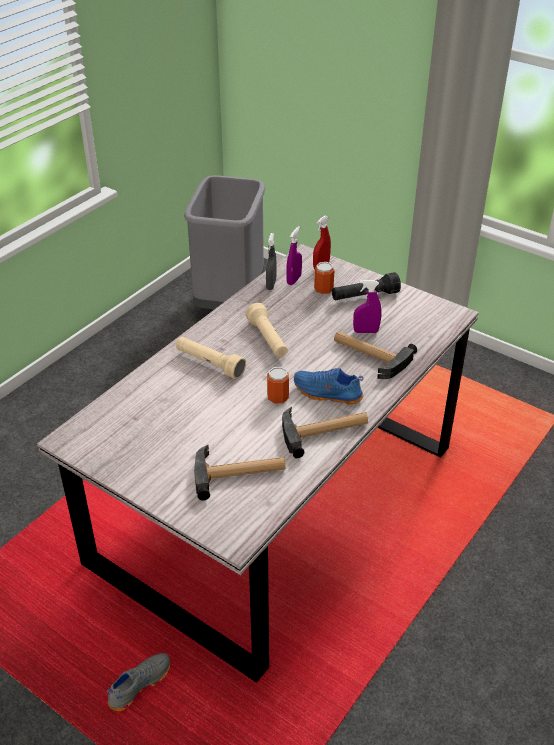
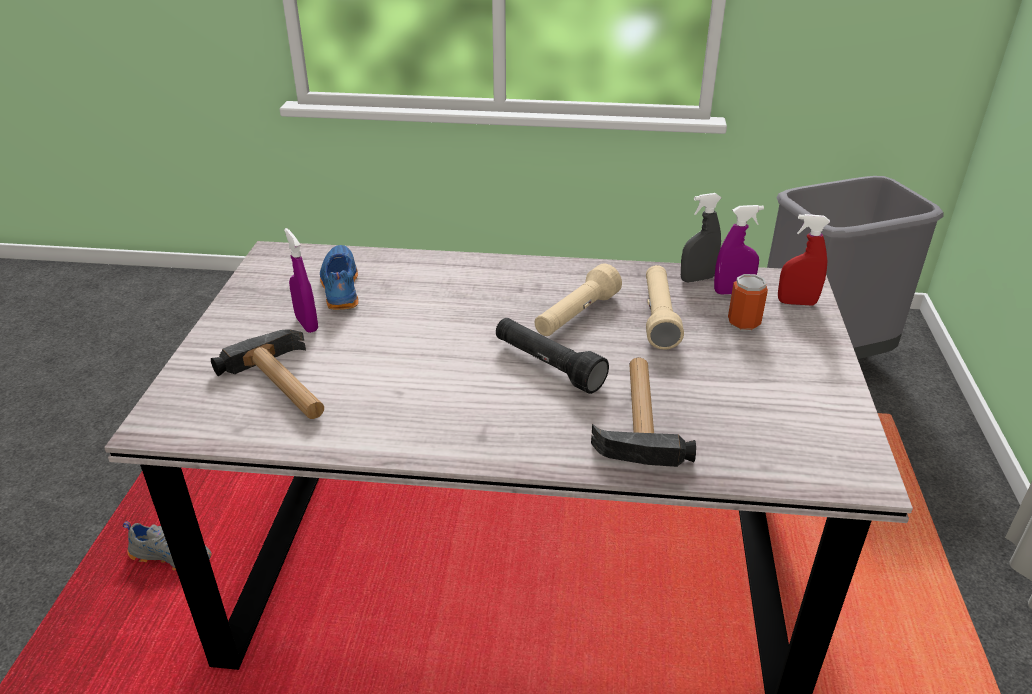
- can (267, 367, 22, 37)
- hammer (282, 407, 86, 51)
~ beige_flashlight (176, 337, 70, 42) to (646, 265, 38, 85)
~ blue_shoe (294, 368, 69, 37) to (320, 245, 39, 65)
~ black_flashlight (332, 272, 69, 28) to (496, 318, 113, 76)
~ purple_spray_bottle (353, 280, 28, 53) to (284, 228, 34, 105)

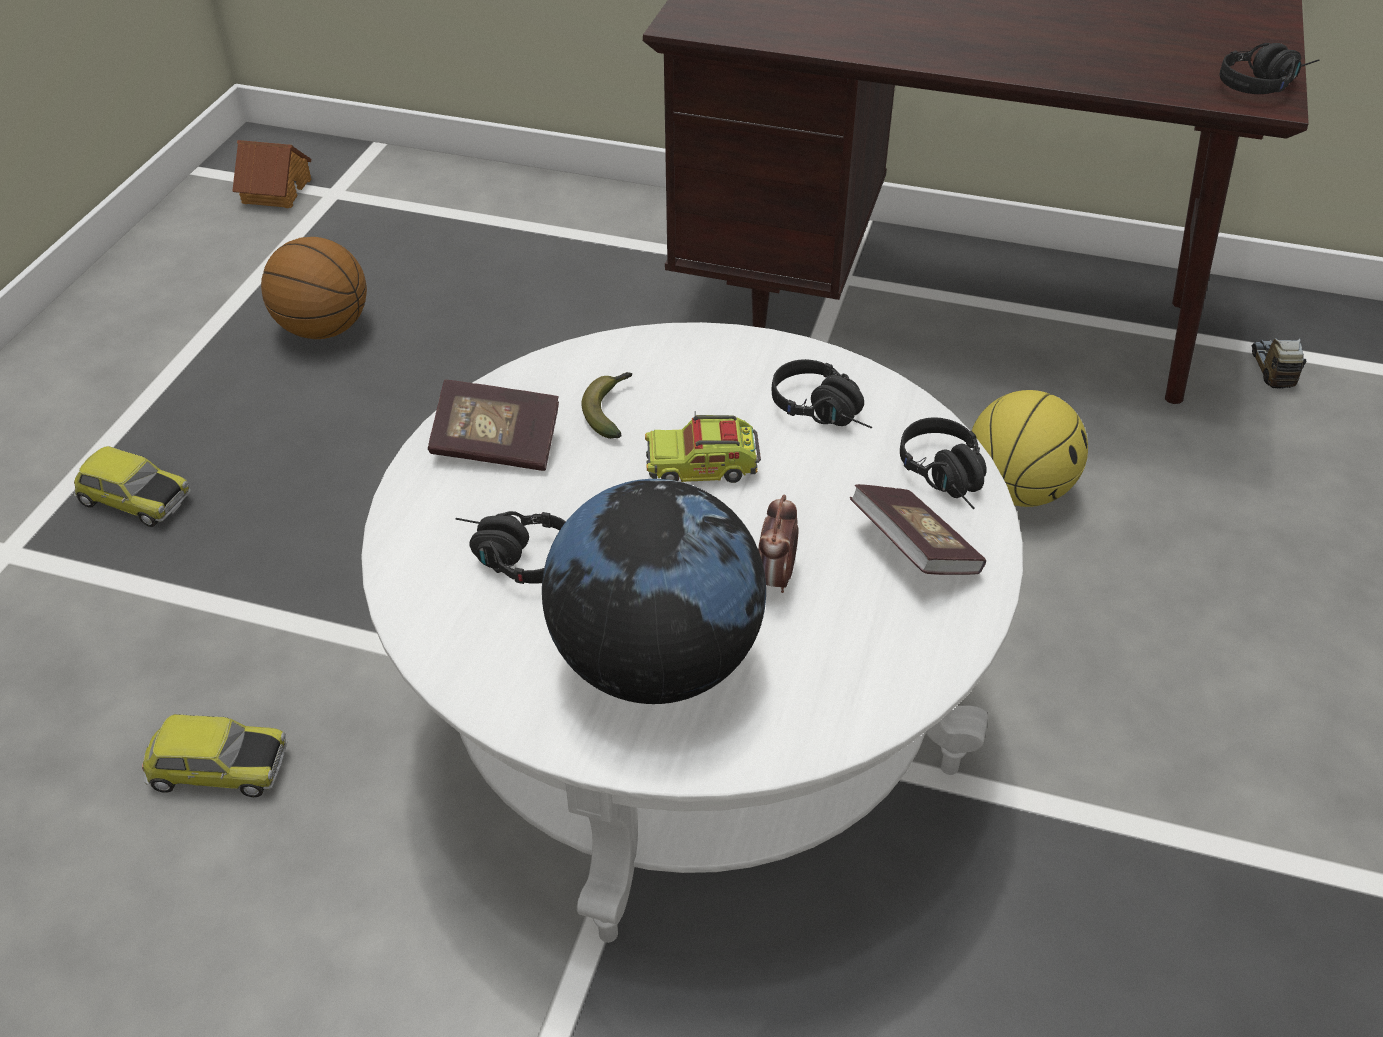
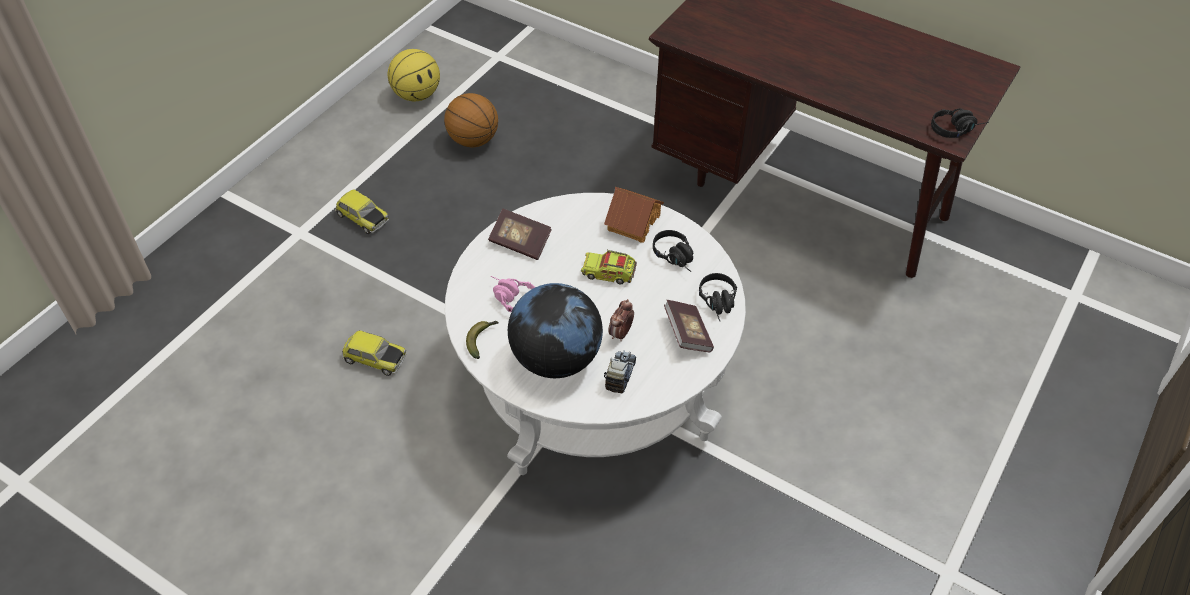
~ toy_house (232, 140, 80, 68) to (604, 187, 60, 56)
~ banana (581, 372, 51, 67) to (466, 321, 33, 38)
~ basketball (972, 390, 116, 117) to (388, 49, 52, 52)
~ toy_truck (1252, 338, 54, 51) to (604, 351, 32, 42)
~ black_headphones (456, 511, 110, 73) to pink_headphones (491, 276, 44, 36)

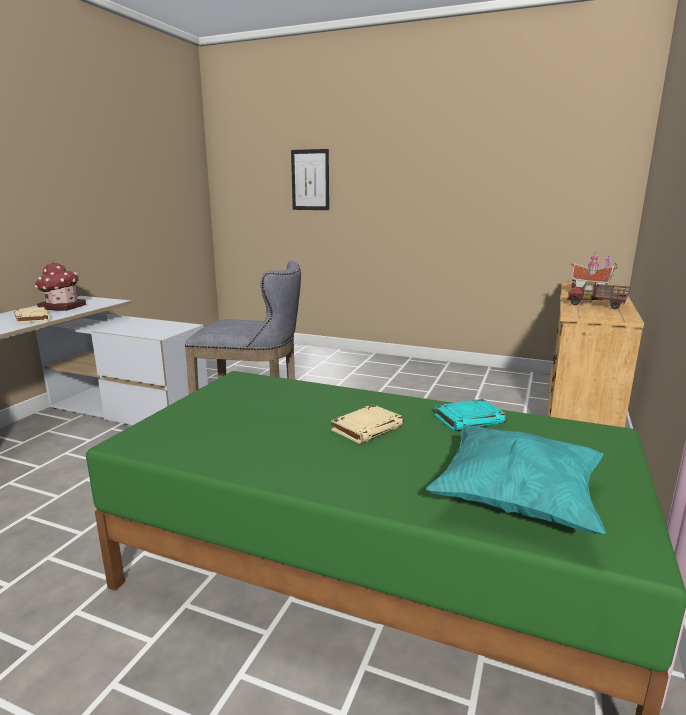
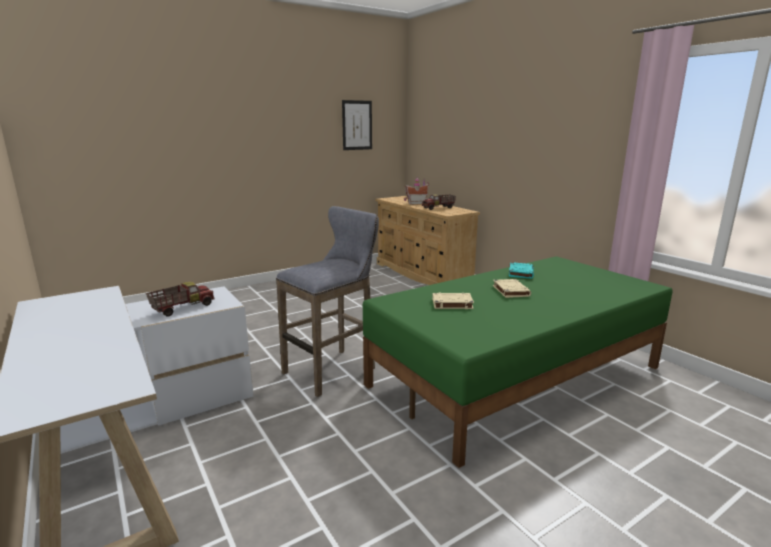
- toy_house (35, 262, 51, 49)
- turquoise_pillow (426, 425, 180, 109)
+ toy_truck (146, 282, 69, 34)
~ beige_book (14, 307, 36, 17) to (432, 293, 42, 16)
~ picture (291, 149, 38, 61) to (342, 100, 30, 50)

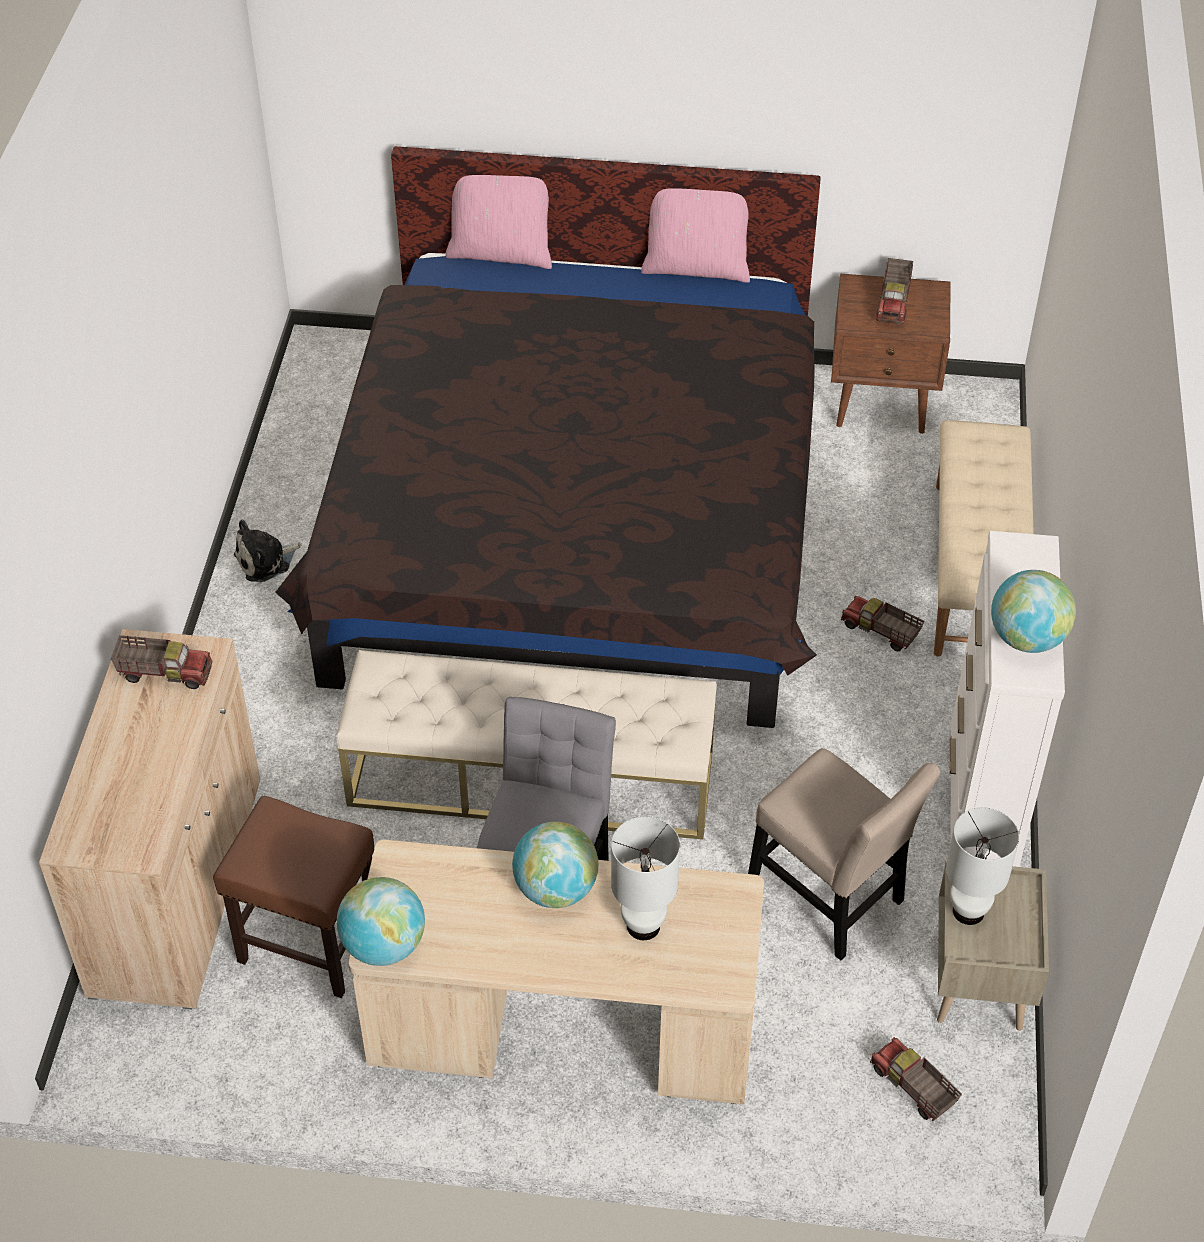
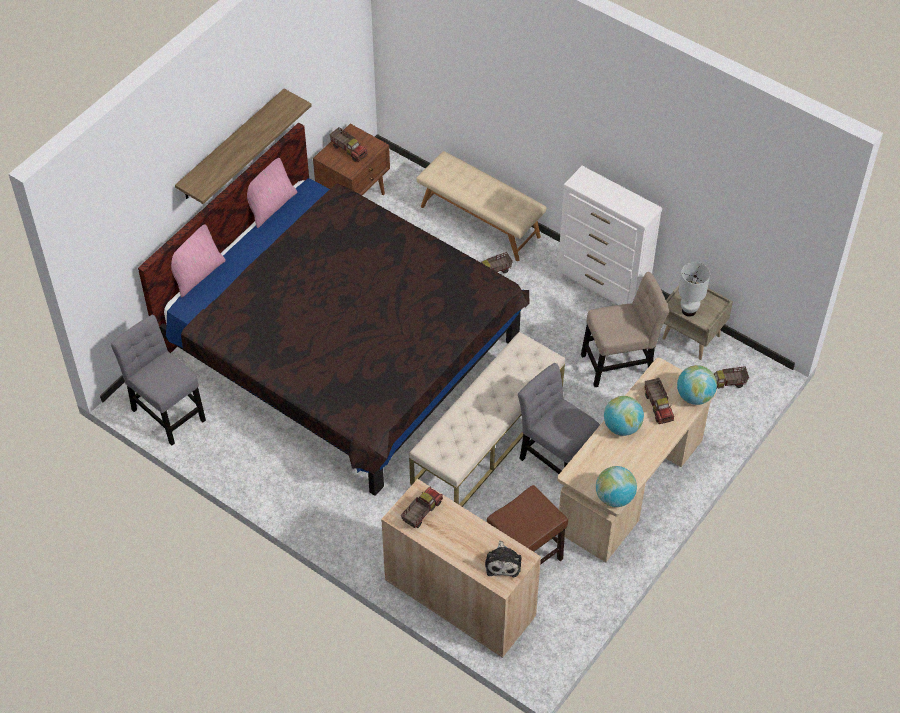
+ grey_chair (111, 315, 95, 131)
+ shelf (175, 89, 137, 115)
~ plush_toy (234, 519, 67, 63) to (485, 540, 37, 37)
~ globe (991, 570, 85, 83) to (677, 365, 40, 40)
~ white_table_lamp (611, 817, 69, 123) to toy_truck (645, 378, 29, 46)

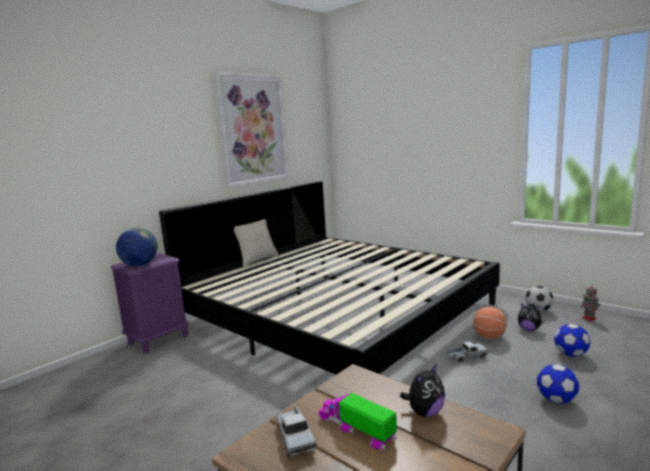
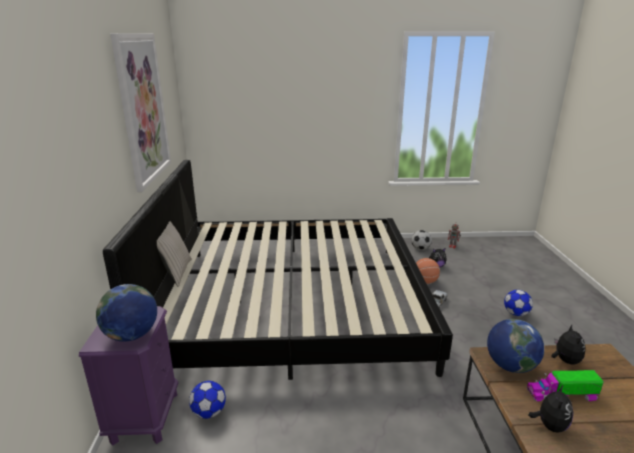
+ globe (487, 319, 58, 54)
~ football (554, 324, 36, 33) to (189, 381, 37, 38)
~ toy_truck (277, 404, 40, 53) to plush_toy (528, 385, 45, 48)

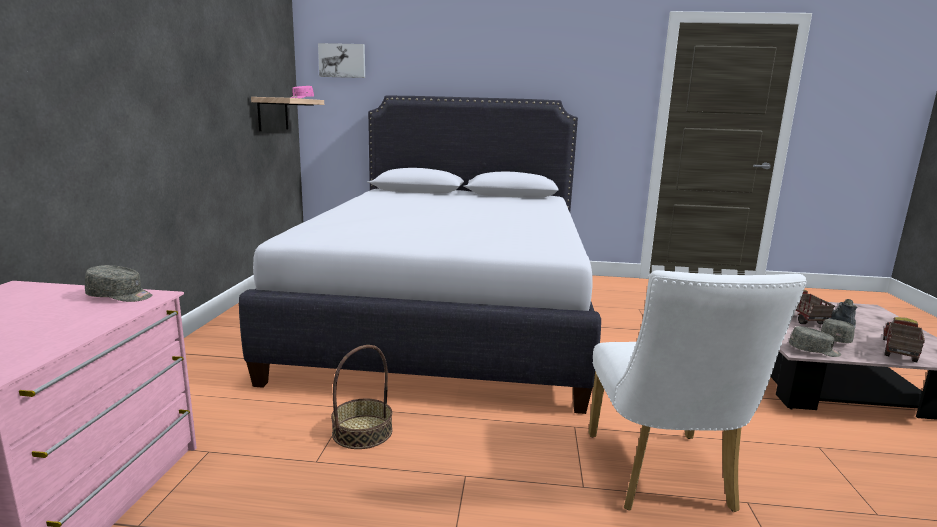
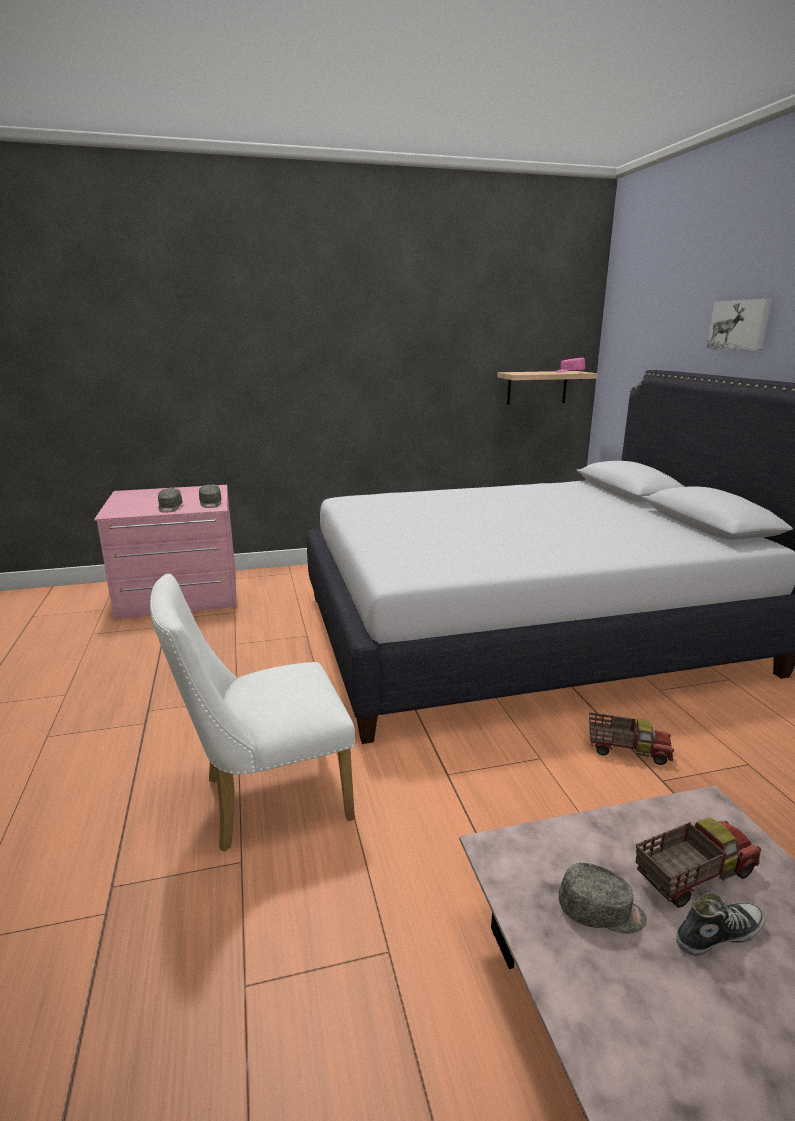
- basket (331, 345, 62, 104)
~ picture (318, 43, 47, 35) to (707, 299, 65, 52)
~ grey_cap (789, 326, 52, 31) to (158, 488, 25, 25)
~ toy_truck (883, 317, 42, 45) to (589, 712, 85, 53)

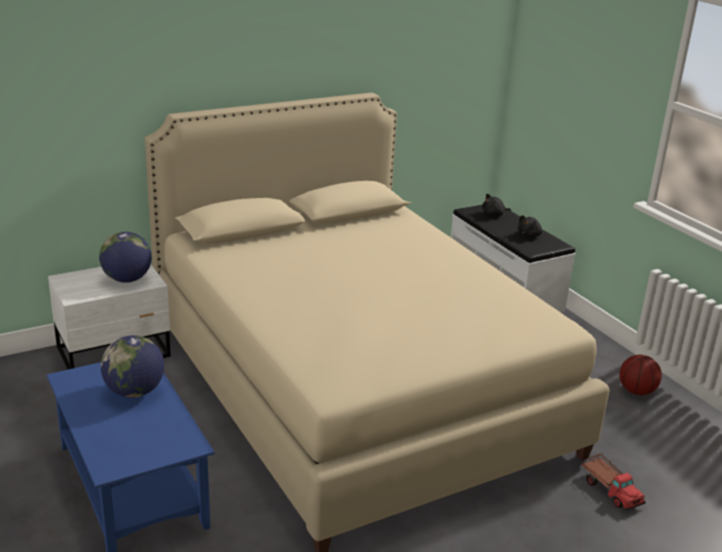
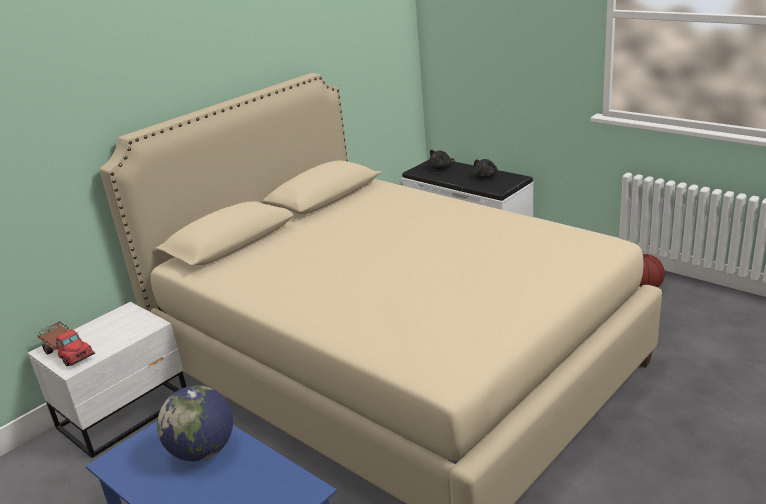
- globe (99, 232, 53, 51)
~ toy_truck (581, 453, 65, 58) to (37, 321, 58, 45)

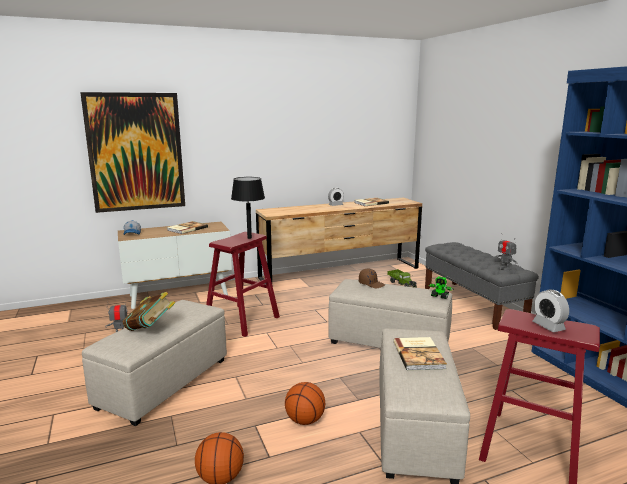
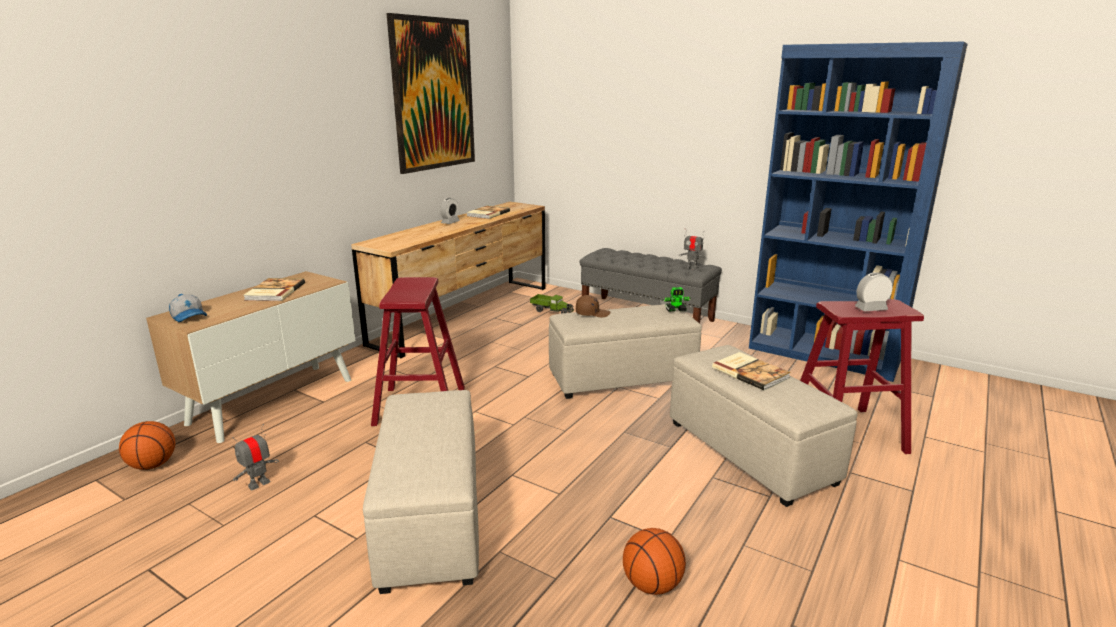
- book (123, 292, 53, 39)
- black_table_lamp (231, 177, 34, 62)
~ picture (80, 92, 105, 121) to (387, 13, 88, 161)
~ basketball (285, 382, 40, 43) to (119, 421, 56, 49)
~ alarm_clock (532, 289, 37, 43) = (855, 272, 38, 39) 135 degrees clockwise

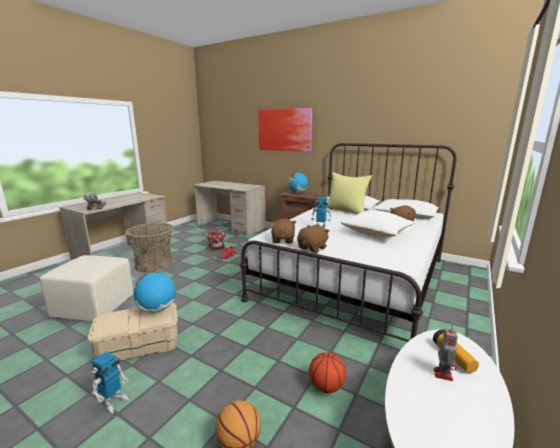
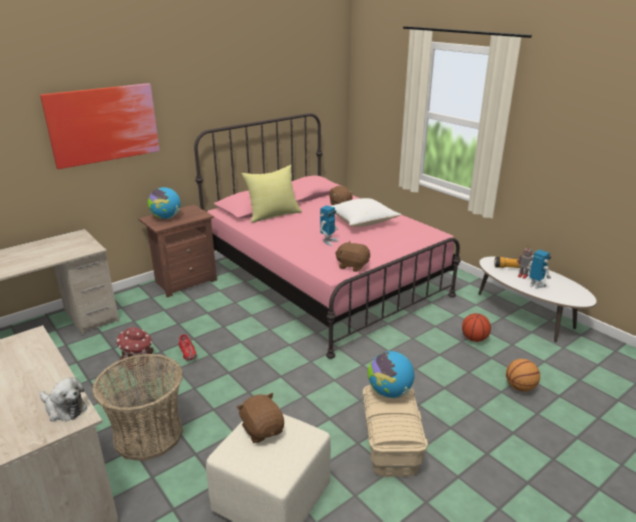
~ toy_robot (91, 351, 38, 63) to (527, 250, 24, 39)
~ brown_plush_toy (297, 225, 33, 28) to (236, 393, 48, 50)
~ white_bed (240, 143, 217, 199) to pink_bed (194, 113, 267, 246)

